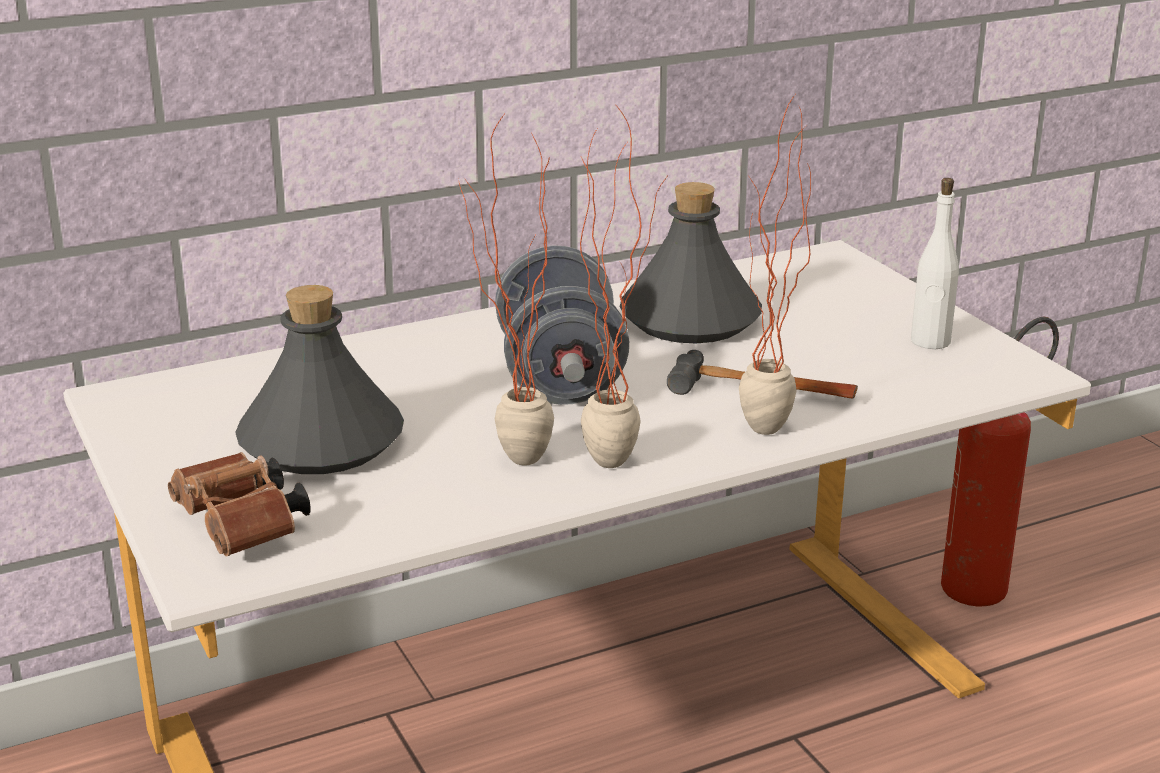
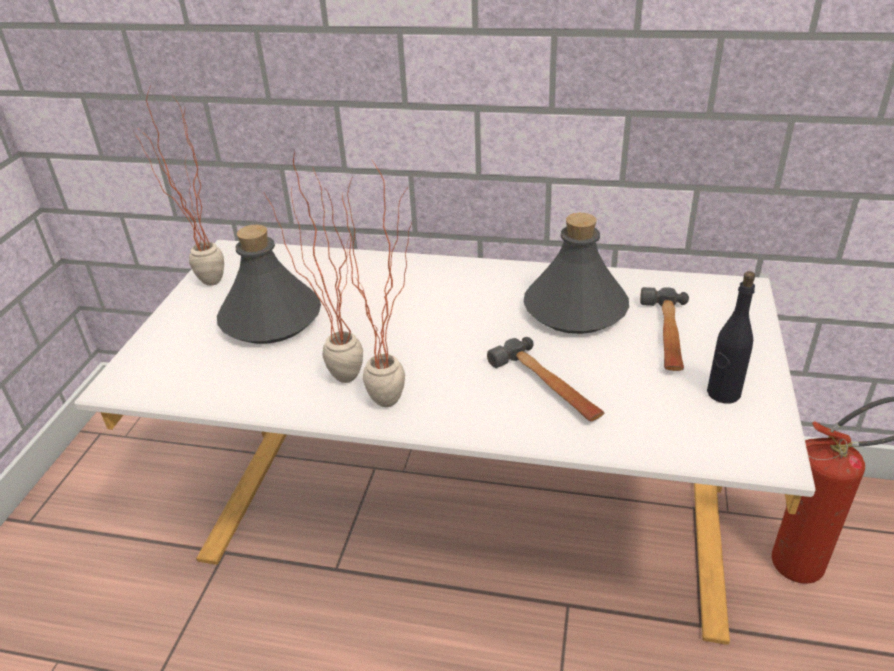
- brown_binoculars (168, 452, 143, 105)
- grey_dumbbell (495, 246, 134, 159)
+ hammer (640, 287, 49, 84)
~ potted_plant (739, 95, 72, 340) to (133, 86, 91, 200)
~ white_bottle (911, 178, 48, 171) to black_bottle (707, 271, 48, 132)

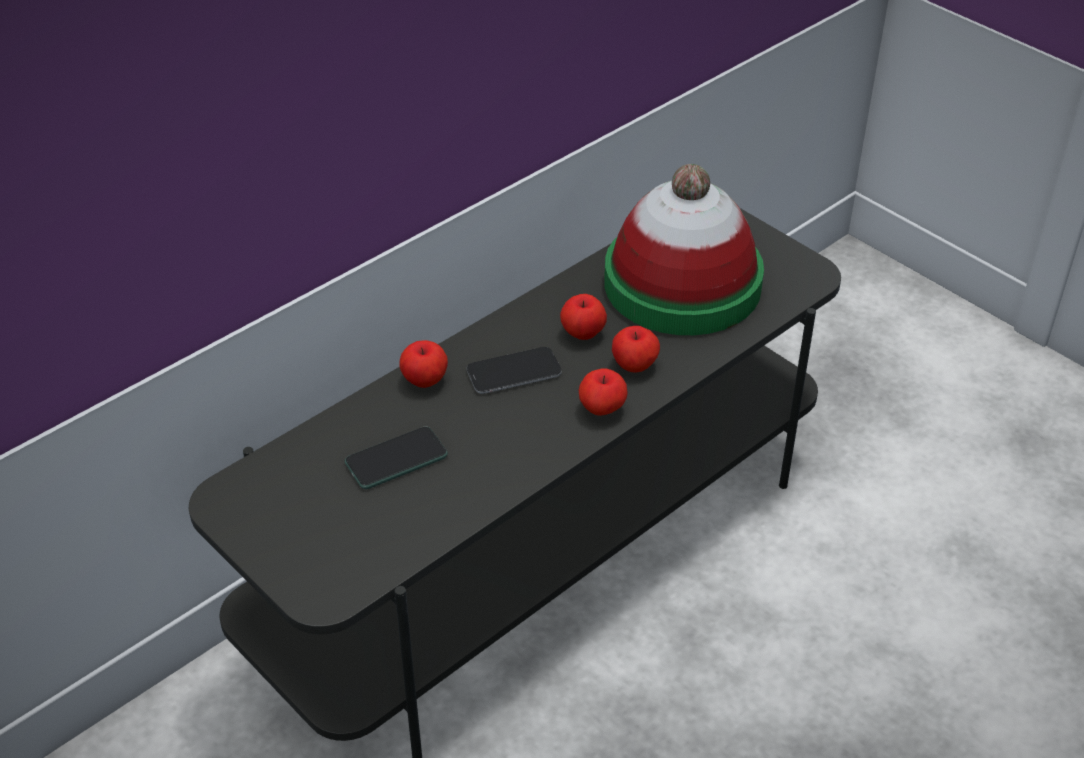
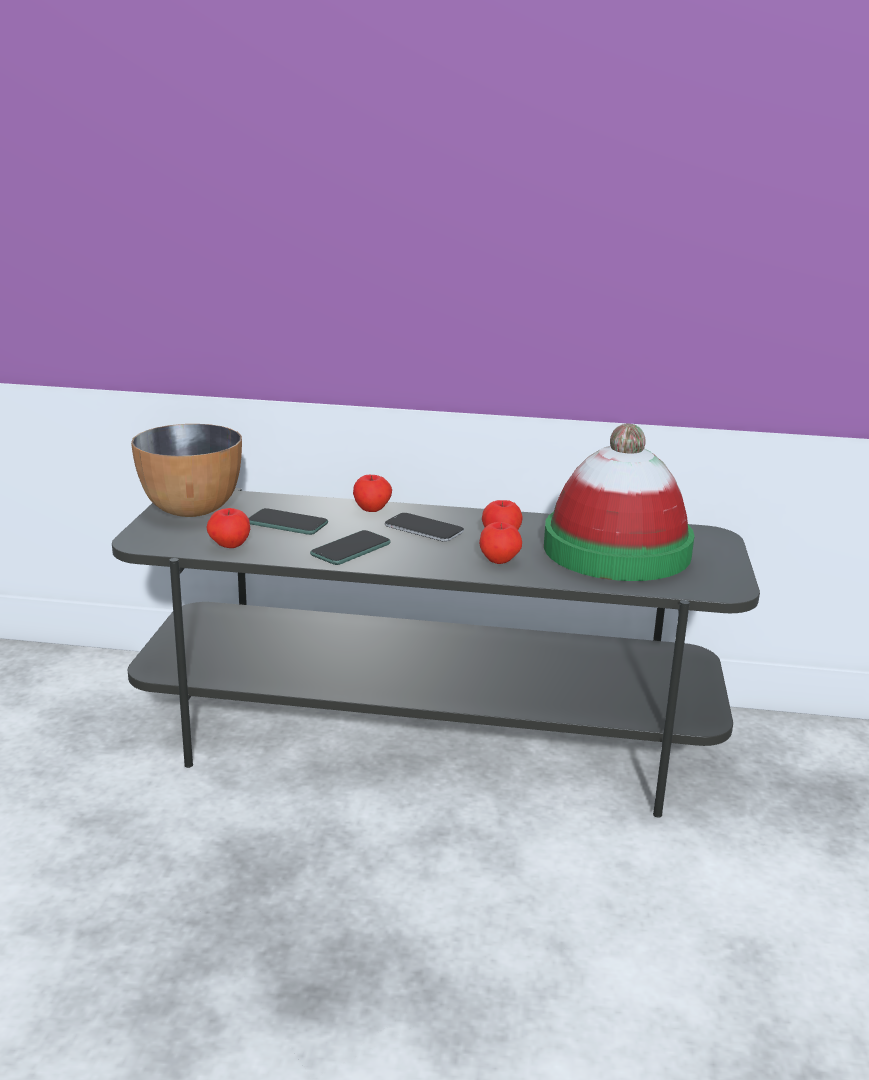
+ bowl (131, 424, 111, 93)
+ phone (310, 530, 81, 35)
~ apple (579, 368, 49, 48) to (207, 508, 43, 40)

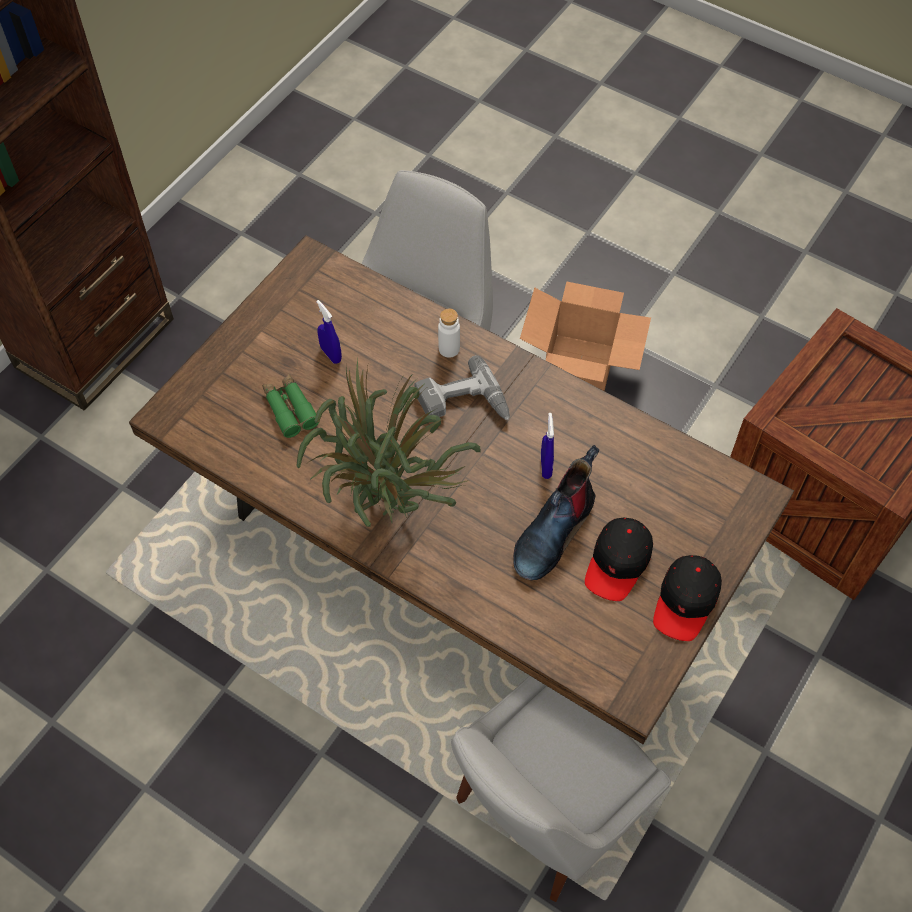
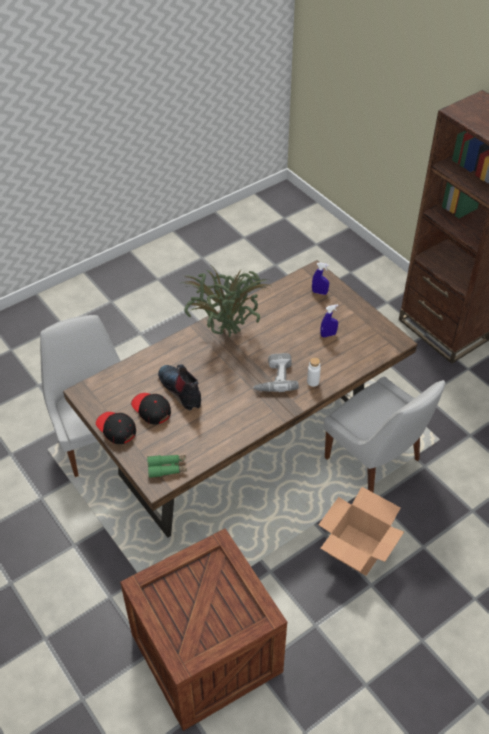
~ green_binoculars (262, 374, 58, 64) to (147, 455, 40, 23)
~ blue_spray_bottle (541, 413, 13, 66) to (312, 262, 17, 33)

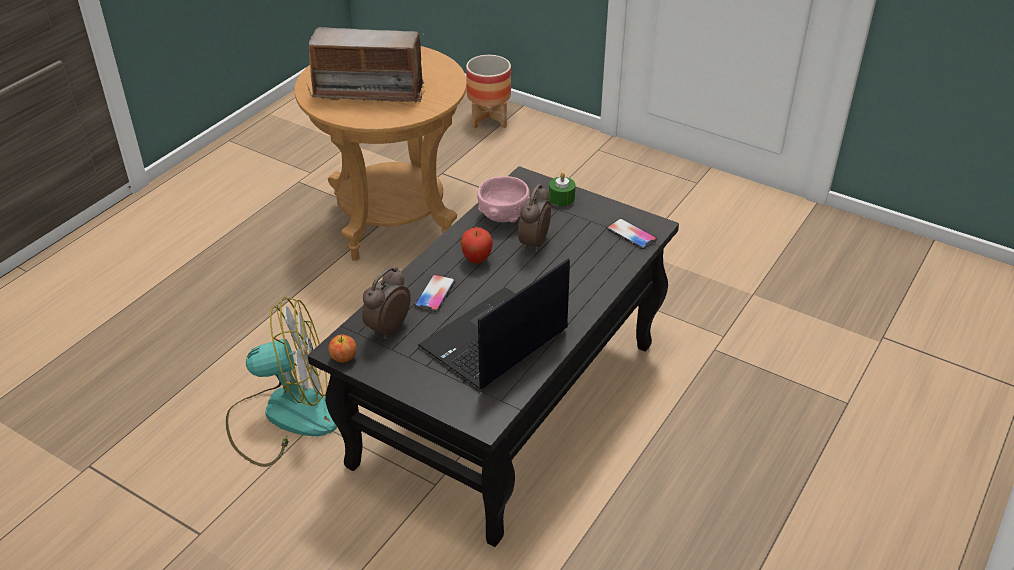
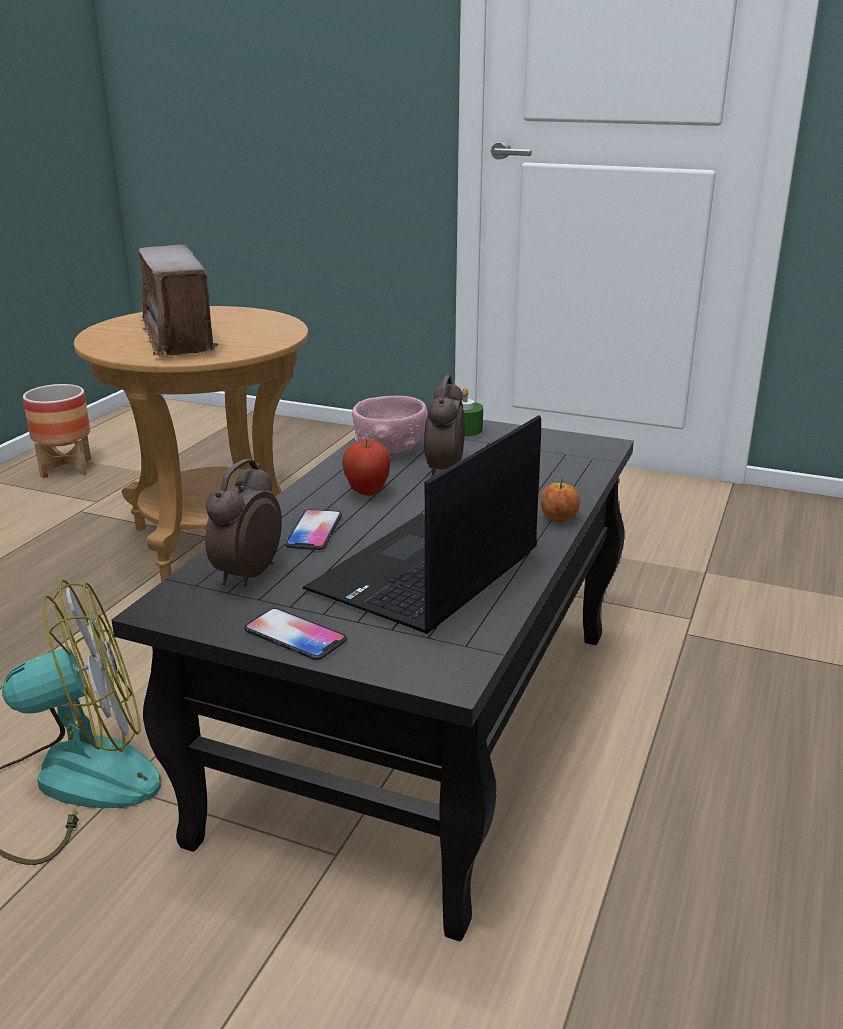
~ apple (328, 335, 29, 28) to (540, 477, 40, 45)
~ planter (466, 55, 45, 74) to (23, 384, 68, 94)
~ phone (607, 218, 50, 31) to (244, 608, 103, 52)
~ radio (307, 27, 118, 76) = (138, 245, 81, 113) 75 degrees clockwise

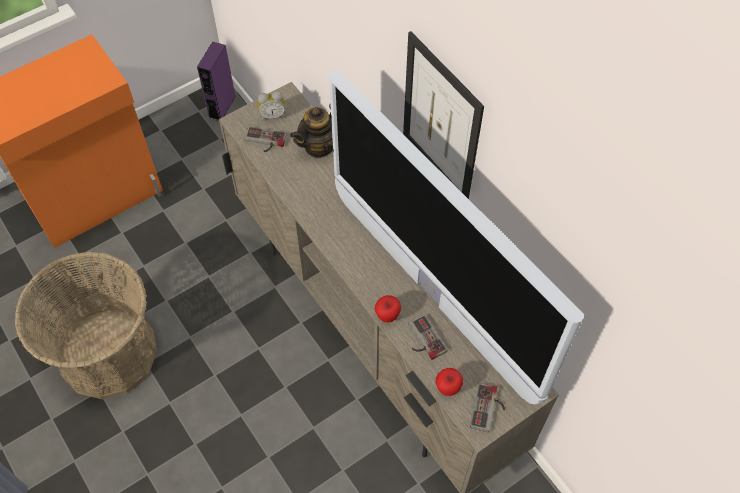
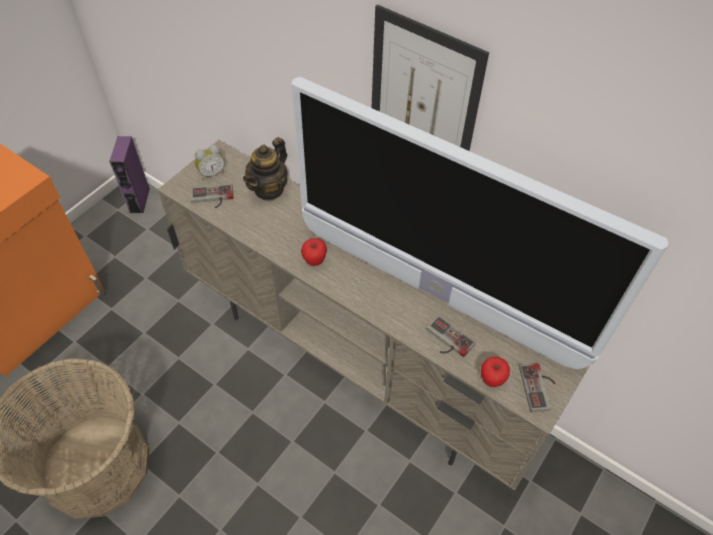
~ apple (375, 295, 26, 28) to (301, 238, 26, 28)

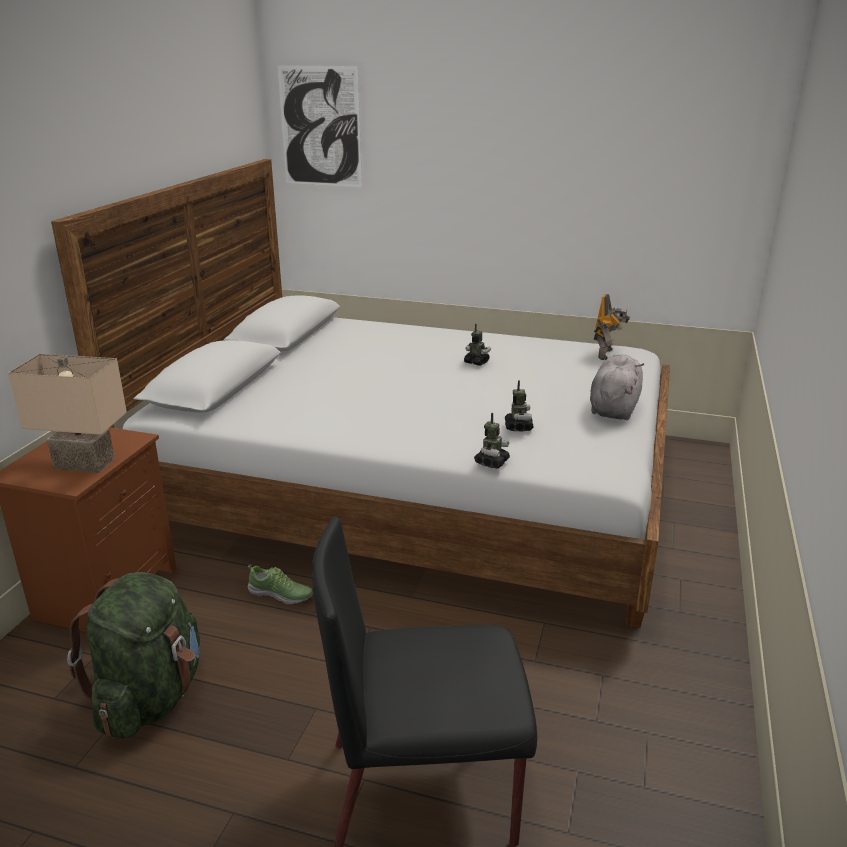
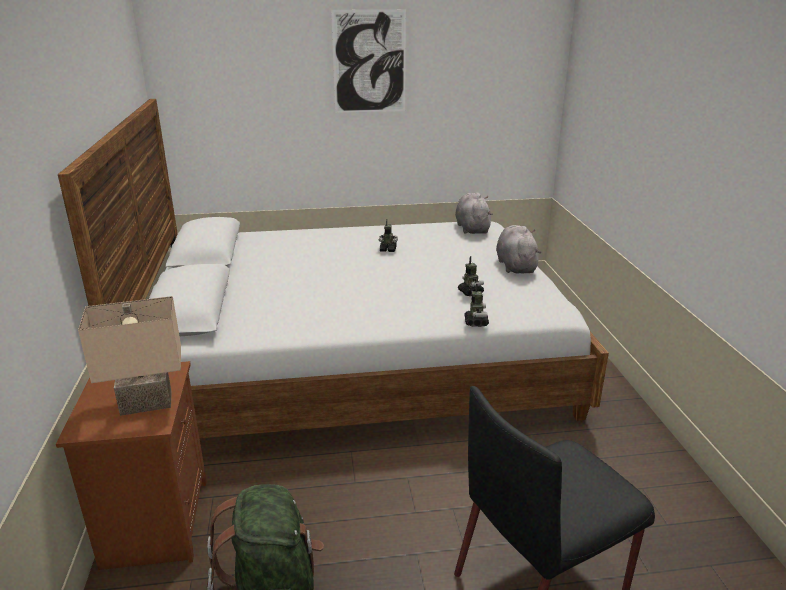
- shoe (248, 564, 65, 40)
~ picture (278, 65, 84, 122) to (331, 9, 75, 104)
~ toy_robot (593, 294, 38, 66) to grey_plush_toy (455, 193, 38, 41)

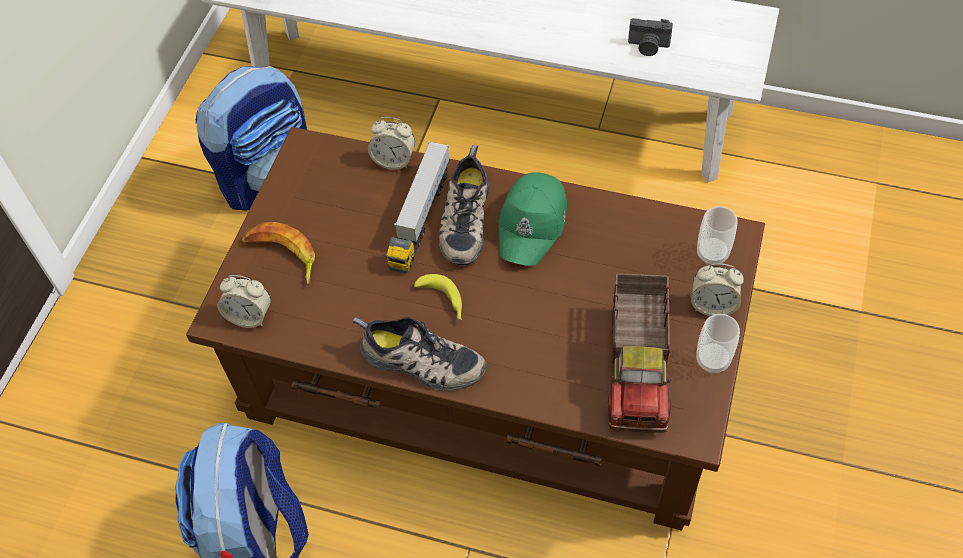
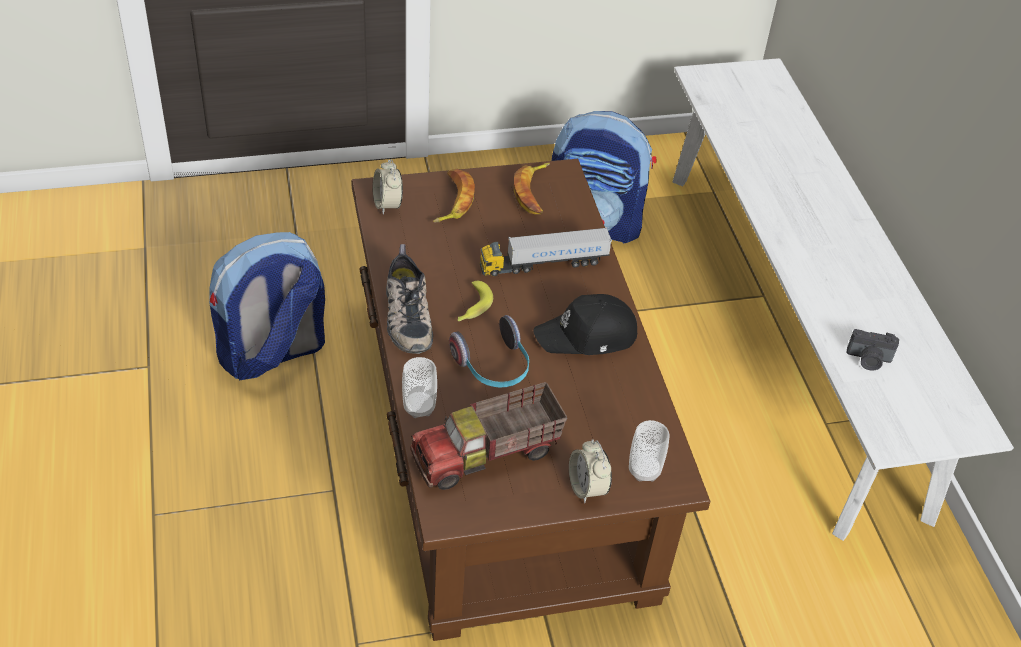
- alarm_clock (368, 117, 47, 53)
- shoe (439, 144, 50, 122)
+ headphones (449, 315, 80, 73)
+ banana (514, 163, 36, 51)
~ cup (696, 314, 44, 60) to (402, 357, 35, 61)
~ green_cap (498, 172, 69, 94) to black_cap (533, 294, 104, 61)
~ photo_camera (628, 18, 45, 38) = (847, 329, 52, 42) 60 degrees counterclockwise

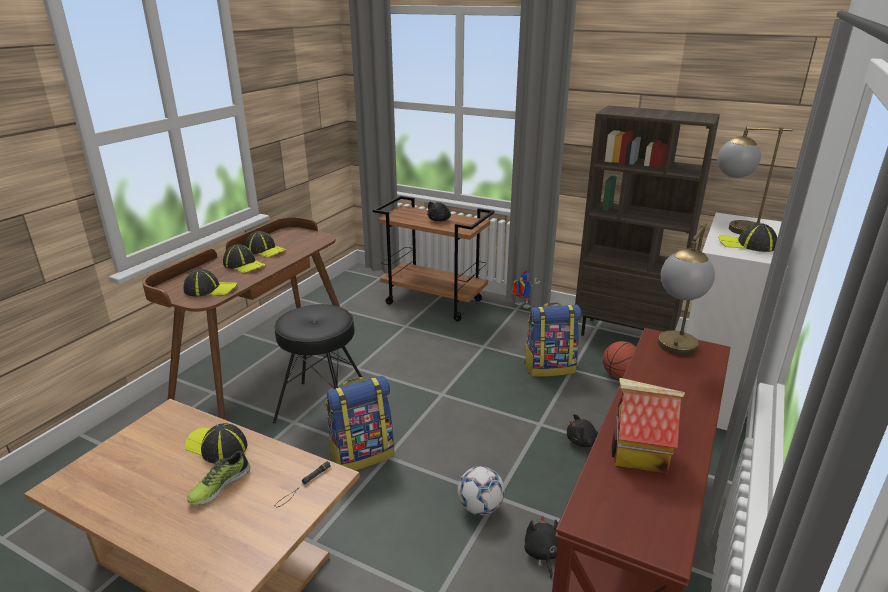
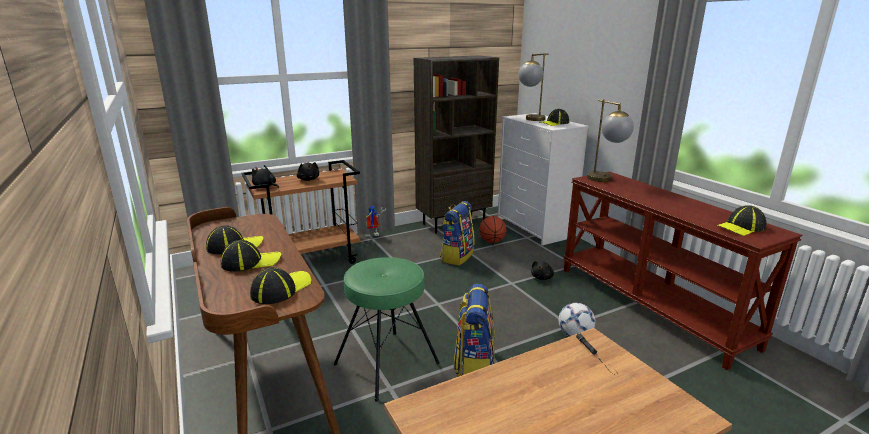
- shoe (187, 451, 63, 54)
- toy_house (612, 378, 74, 96)
~ cap (185, 423, 62, 41) to (717, 205, 50, 31)
~ black_plush_toy (524, 515, 34, 64) to (252, 165, 27, 23)
~ black_stool (273, 304, 92, 119) to green_stool (334, 257, 106, 145)

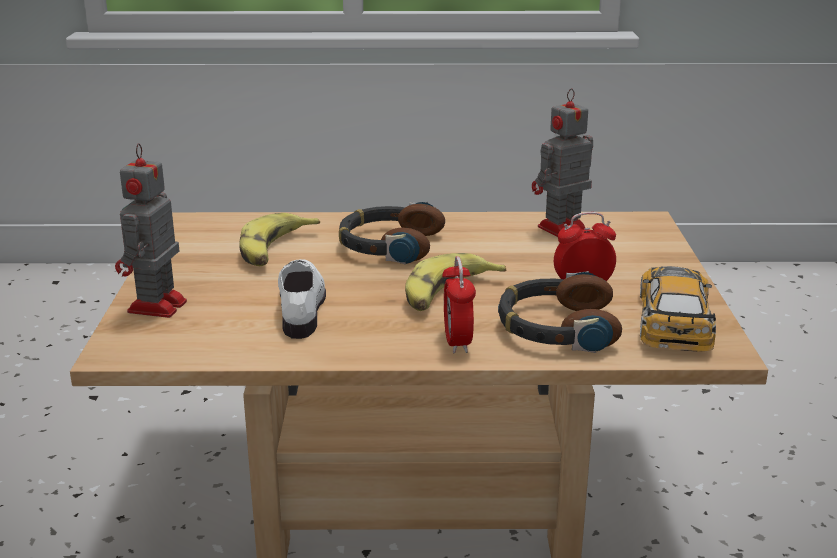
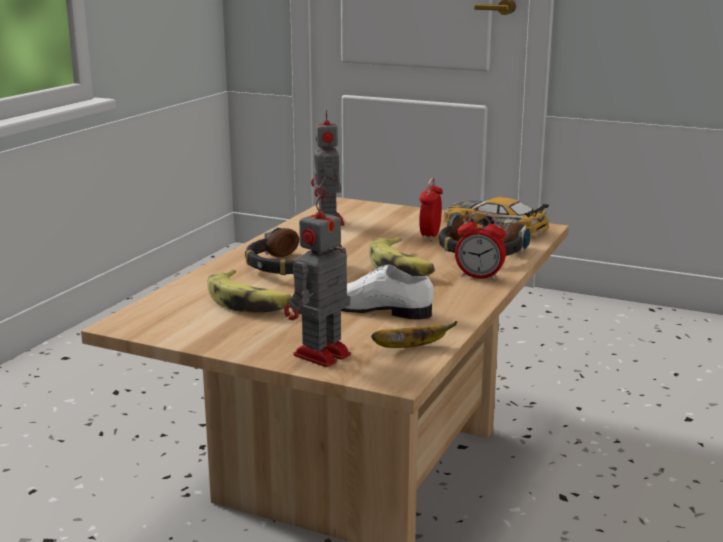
+ banana (371, 321, 86, 27)
~ toy_robot (115, 143, 72, 175) = (284, 197, 67, 170) 90 degrees clockwise

